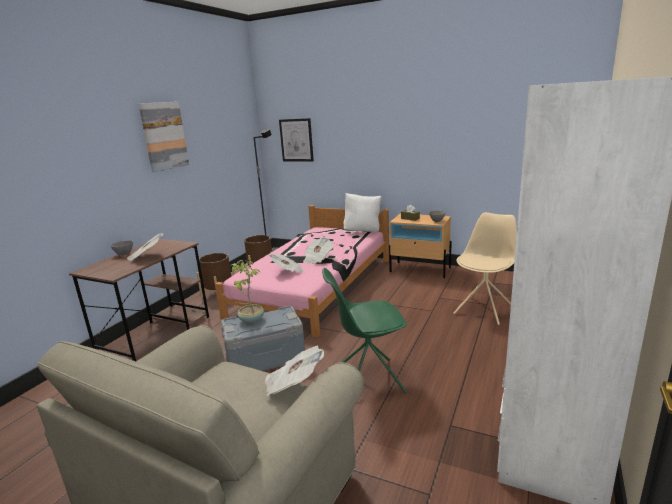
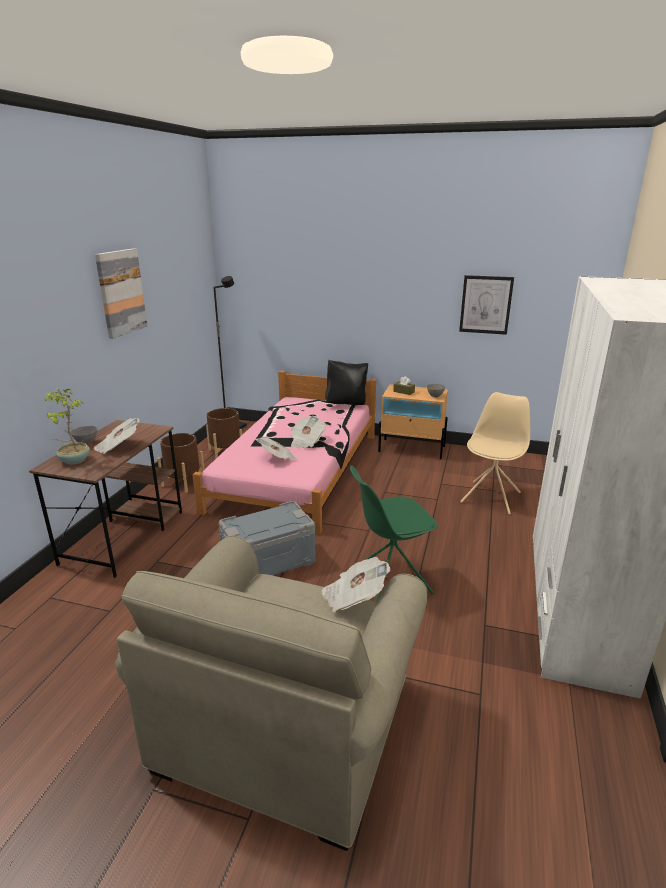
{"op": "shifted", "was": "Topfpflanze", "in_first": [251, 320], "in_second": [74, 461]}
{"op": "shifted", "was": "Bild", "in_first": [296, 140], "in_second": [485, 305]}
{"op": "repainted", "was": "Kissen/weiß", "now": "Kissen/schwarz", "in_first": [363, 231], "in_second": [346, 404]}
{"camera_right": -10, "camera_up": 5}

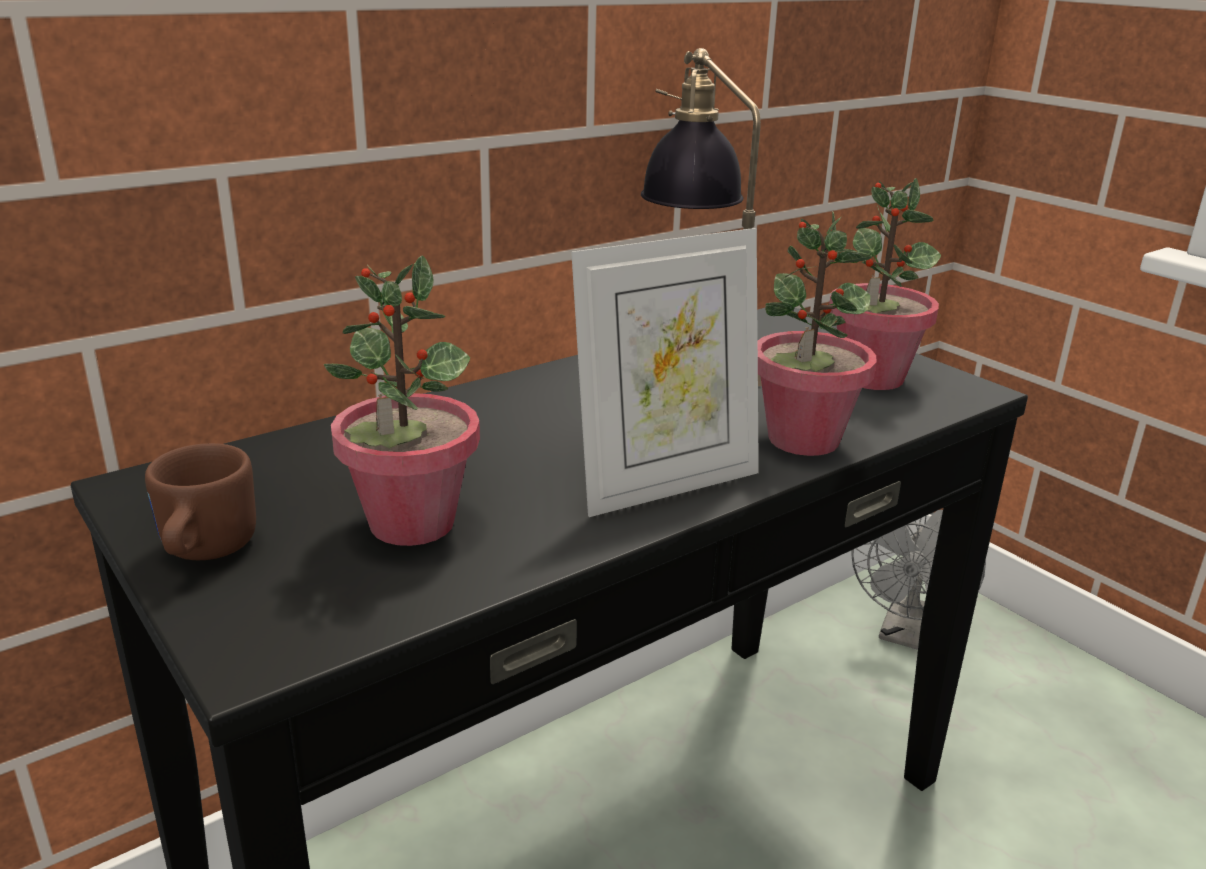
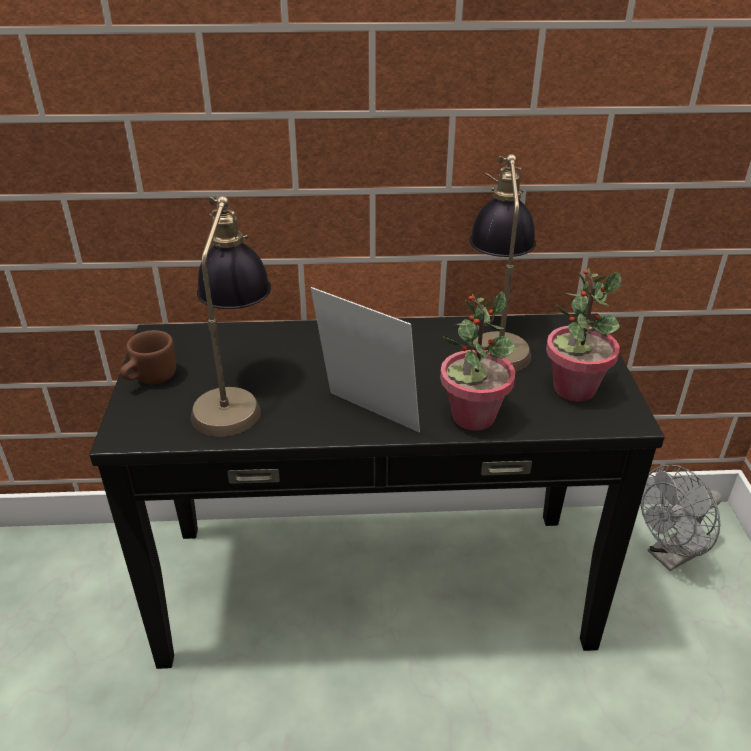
{"op": "swapped", "was": "Topfpflanze", "now": "Tischlampe", "in_first": [411, 523], "in_second": [236, 395]}
{"op": "rotated", "was": "Bilderrahmen", "in_first": [665, 485], "in_second": [367, 417], "clockwise": -150}
{"camera_right": 35, "camera_up": 10}

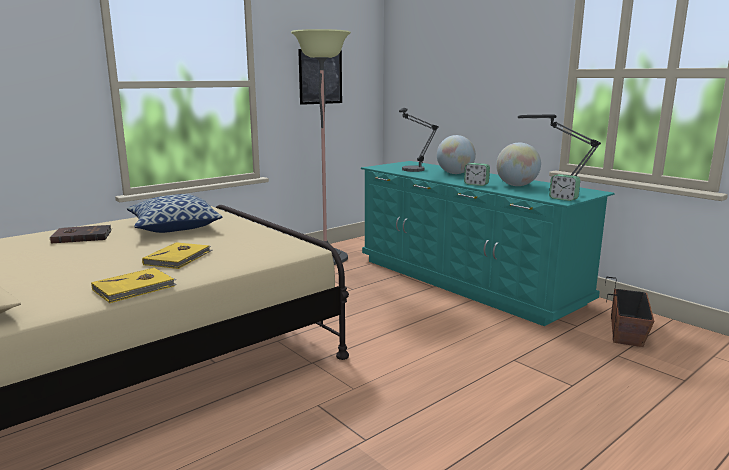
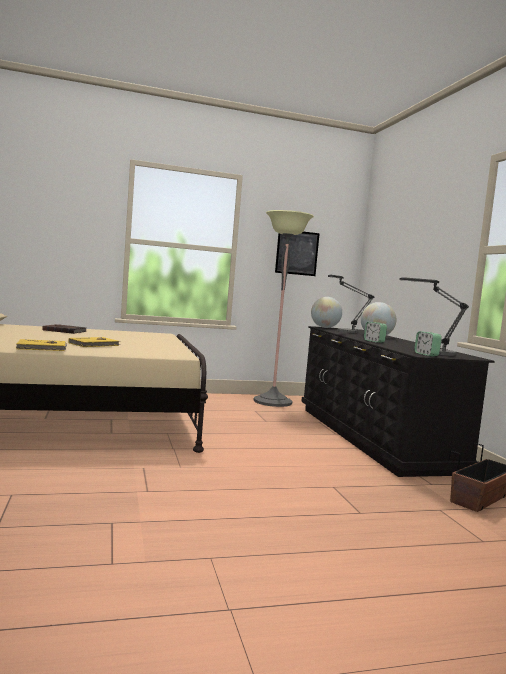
{"op": "gone", "was": "Kissen", "in_first": [174, 227]}
{"op": "shifted", "was": "Globus", "in_first": [516, 185], "in_second": [325, 327]}
{"op": "repainted", "was": "Kommode/türkis", "now": "Kommode/schwarz", "in_first": [466, 281], "in_second": [372, 437]}
{"camera_right": 25, "camera_up": -10}

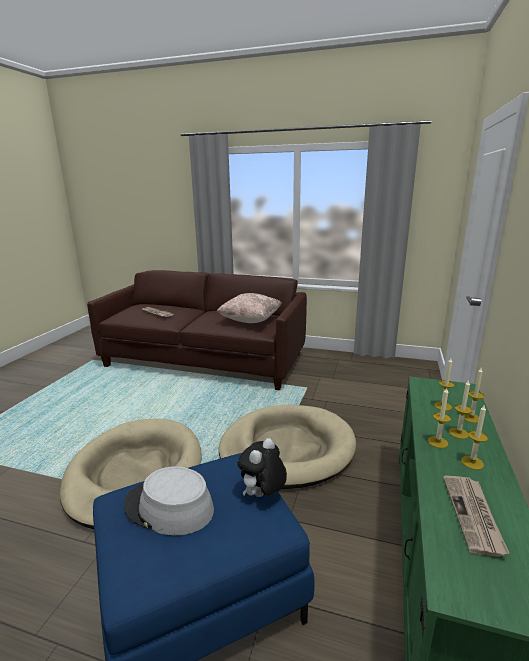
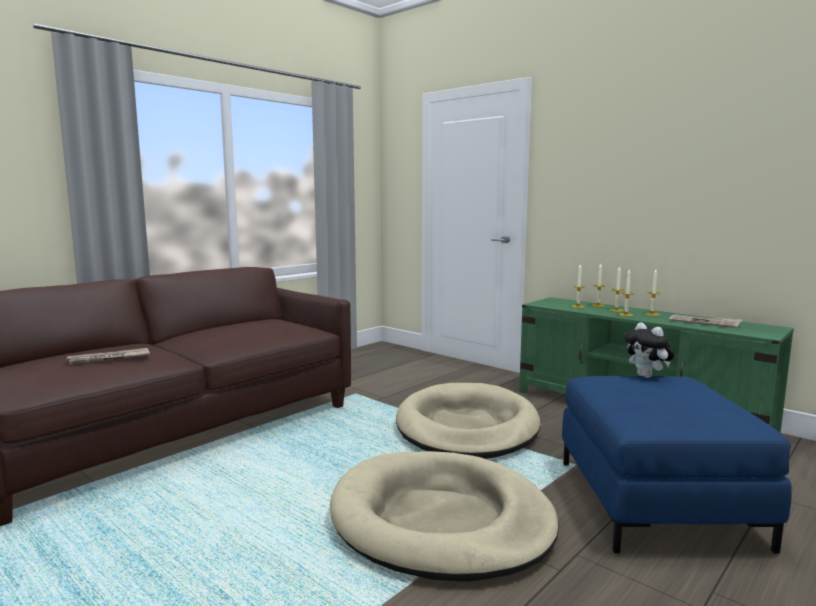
{"op": "gone", "was": "Hut/grau", "in_first": [169, 508]}
{"op": "gone", "was": "Kissen/beige", "in_first": [250, 320]}
{"camera_right": -65, "camera_up": -10}

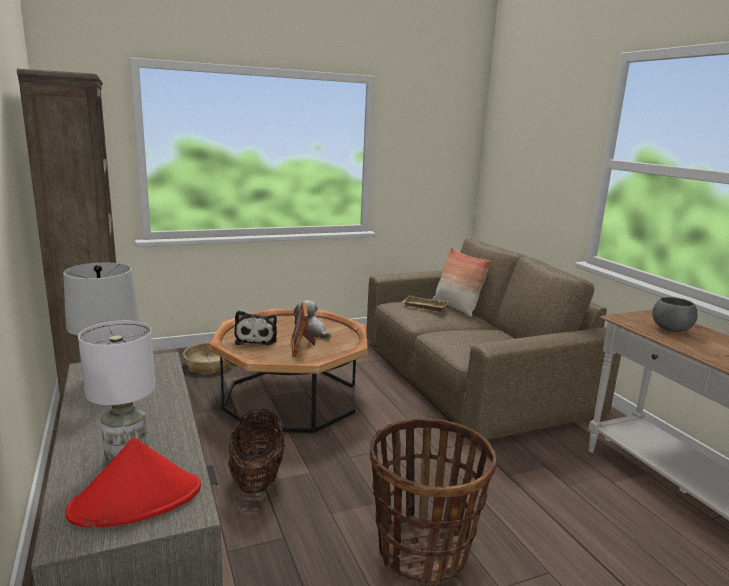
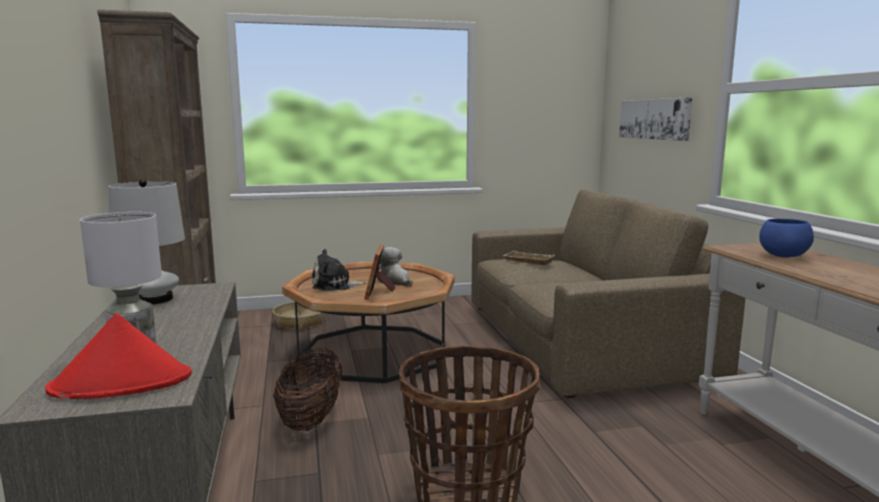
{"op": "gone", "was": "Kissen", "in_first": [456, 308]}
{"op": "new", "now": "Bild", "in_second": [654, 119]}
{"op": "repainted", "was": "Schüssel/grau", "now": "Schüssel/blau", "in_first": [671, 330], "in_second": [784, 256]}
{"op": "rotated", "was": "Plüschtier", "in_first": [256, 339], "in_second": [334, 285], "clockwise": 75}
{"camera_right": 10, "camera_up": -5}

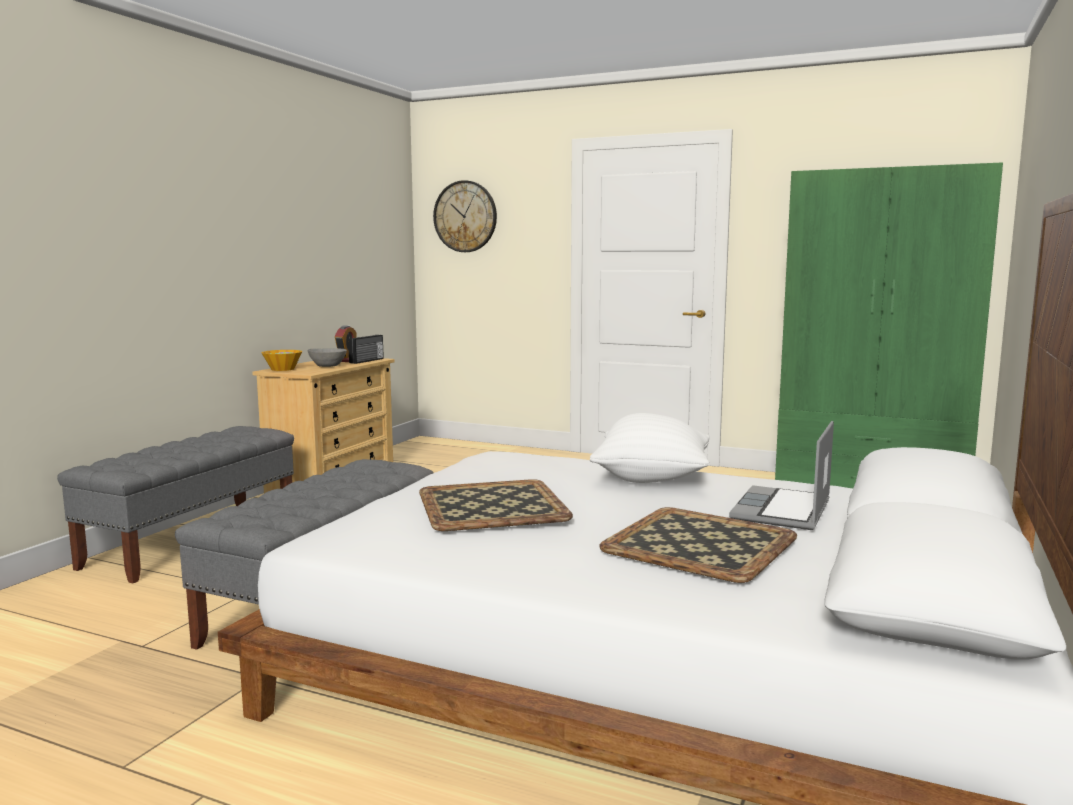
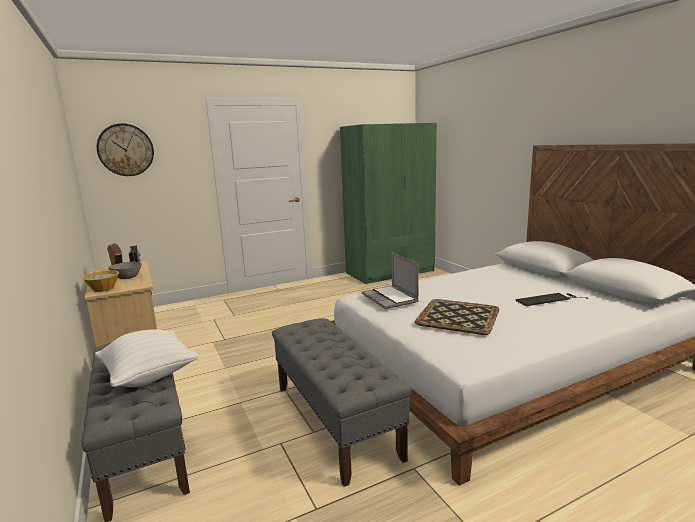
{"op": "shifted", "was": "Kissen/weiß", "in_first": [652, 479], "in_second": [149, 376]}
{"op": "shifted", "was": "Laptop", "in_first": [783, 511], "in_second": [390, 298]}
{"op": "swapped", "was": "Tablett", "now": "Tastatur", "in_first": [700, 544], "in_second": [549, 299]}
{"camera_right": -50, "camera_up": 5}

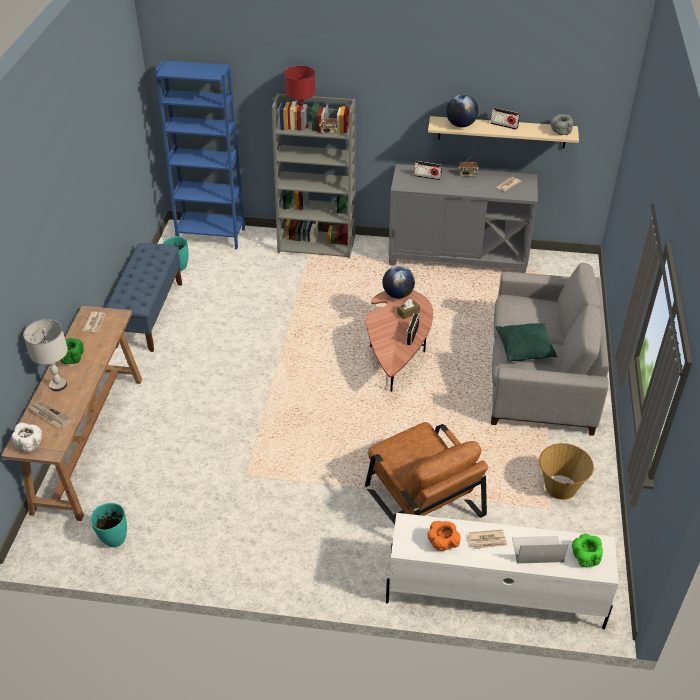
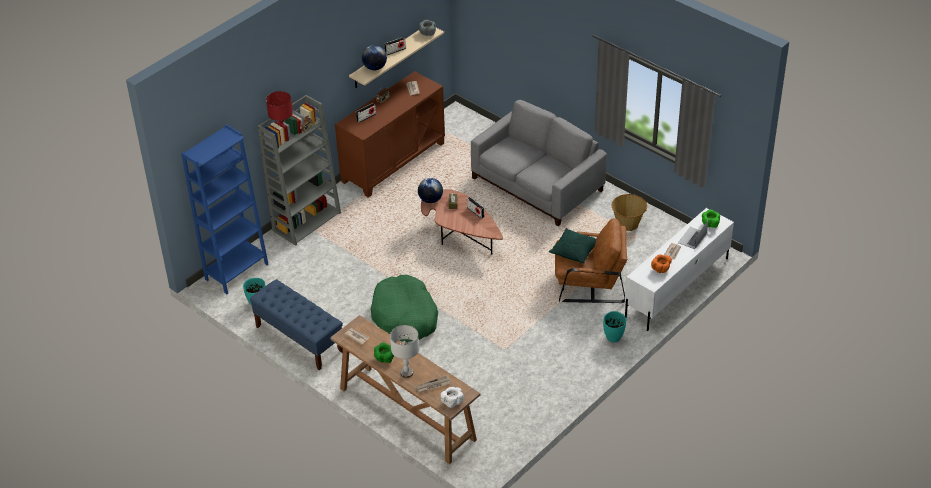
{"op": "new", "now": "Hundebett/grün", "in_second": [405, 317]}
{"op": "shifted", "was": "Vase/türkis", "in_first": [114, 540], "in_second": [613, 338]}
{"op": "shifted", "was": "Kissen/grün", "in_first": [525, 349], "in_second": [574, 251]}
{"op": "repainted", "was": "Schrank/grau", "now": "Schrank/braun", "in_first": [457, 257], "in_second": [393, 162]}
{"camera_right": -55, "camera_up": 0}

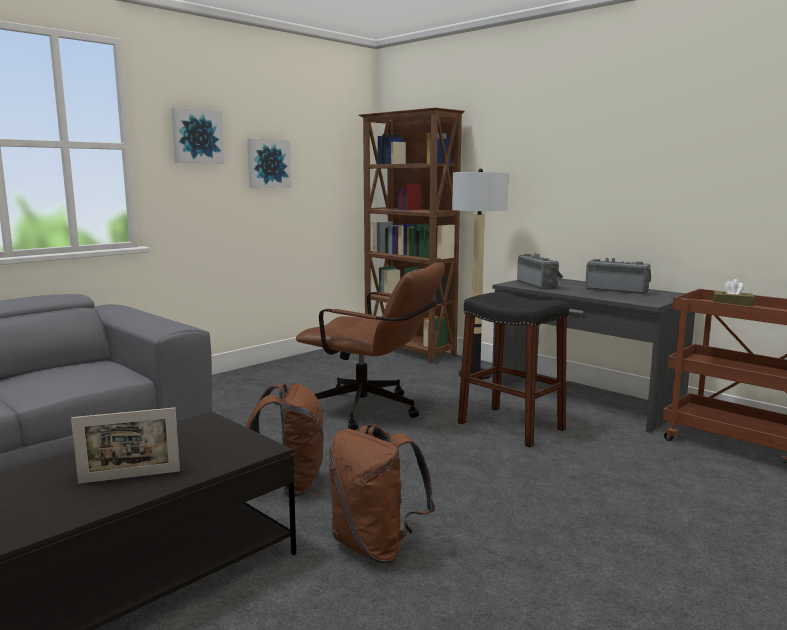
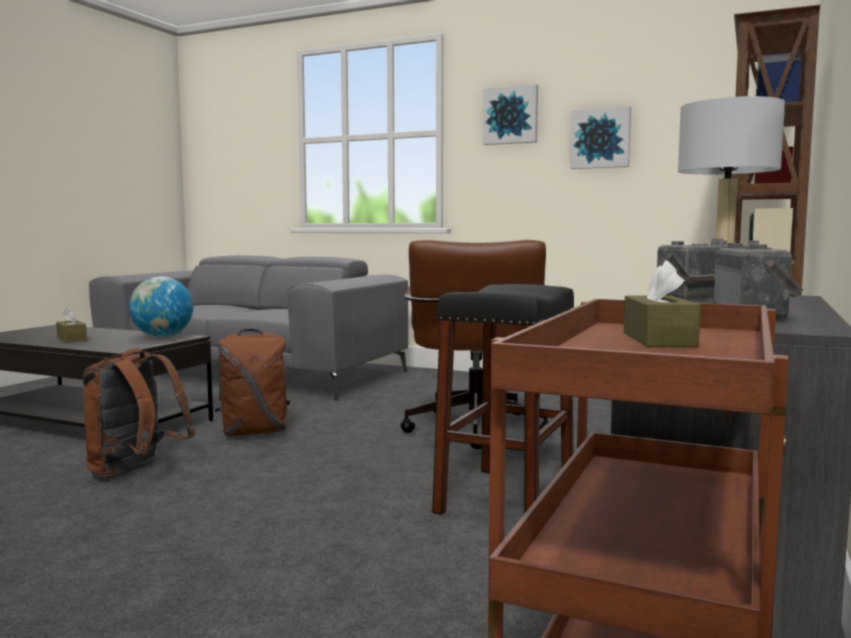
{"op": "new", "now": "Globus", "in_second": [162, 337]}
{"op": "swapped", "was": "Bilderrahmen", "now": "Taschentuchbox/braun", "in_first": [130, 477], "in_second": [71, 339]}
{"camera_right": 70, "camera_up": -5}

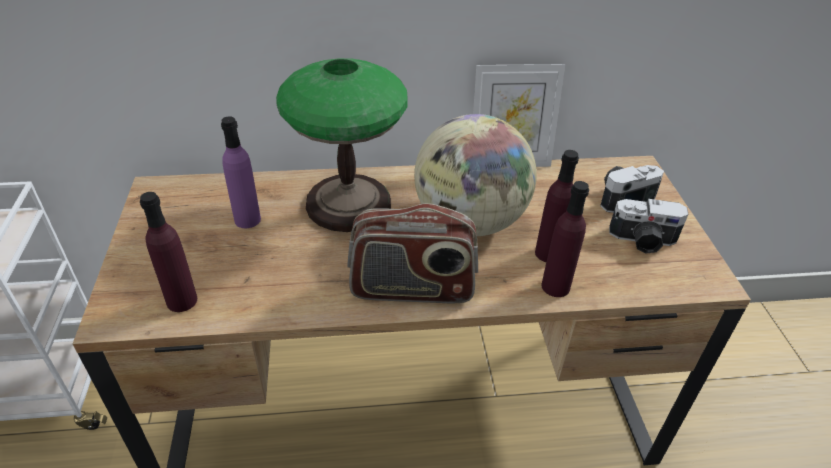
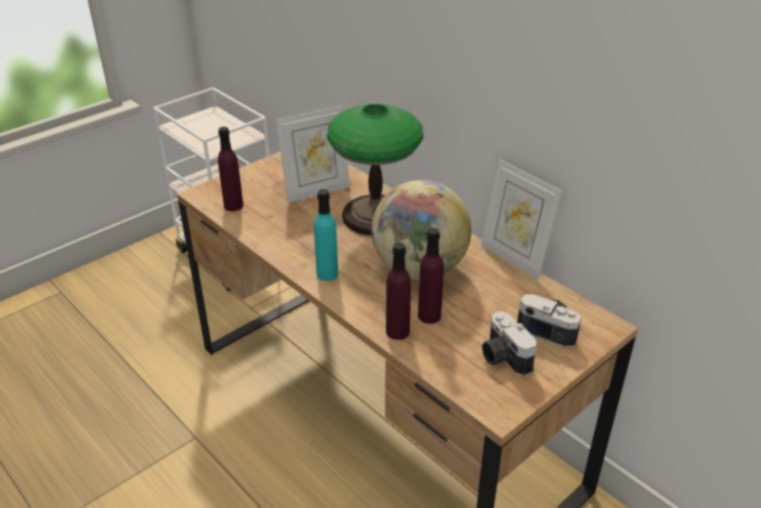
{"op": "swapped", "was": "Flasche/lila", "now": "Bilderrahmen", "in_first": [247, 220], "in_second": [316, 191]}
{"op": "swapped", "was": "Radio", "now": "Flasche/türkis", "in_first": [412, 288], "in_second": [327, 274]}
{"camera_right": 55, "camera_up": -5}

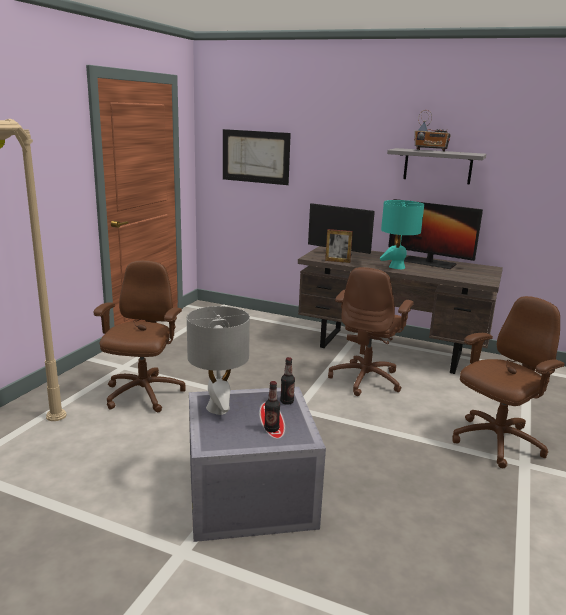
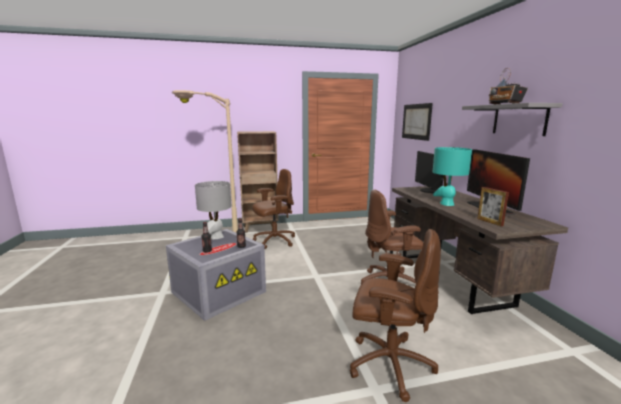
{"op": "new", "now": "Bücherregal/braun", "in_second": [260, 228]}
{"op": "shifted", "was": "Bilderrahmen", "in_first": [337, 261], "in_second": [490, 222]}
{"camera_right": 55, "camera_up": -5}

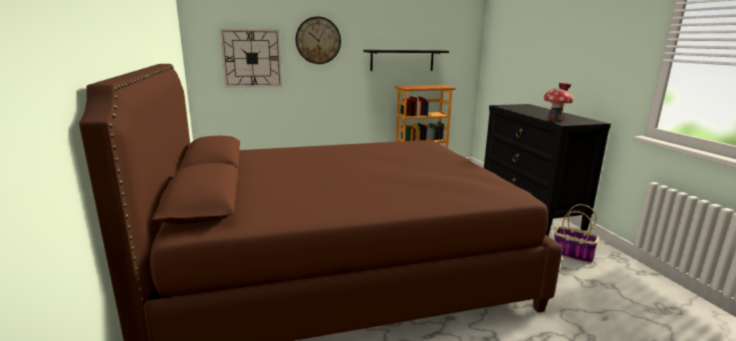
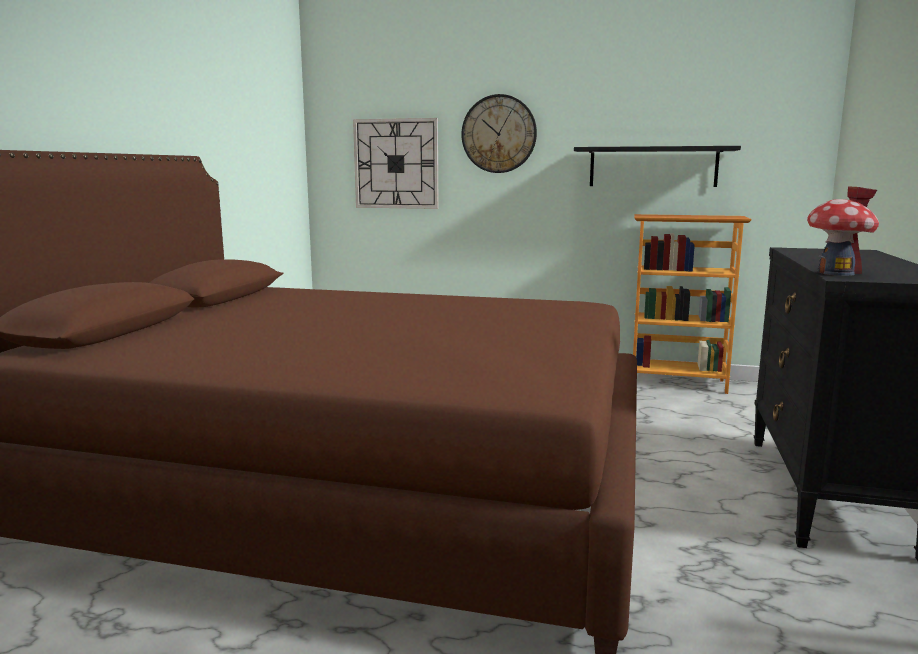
{"op": "gone", "was": "Korb", "in_first": [571, 254]}
{"camera_right": 30, "camera_up": -5}

